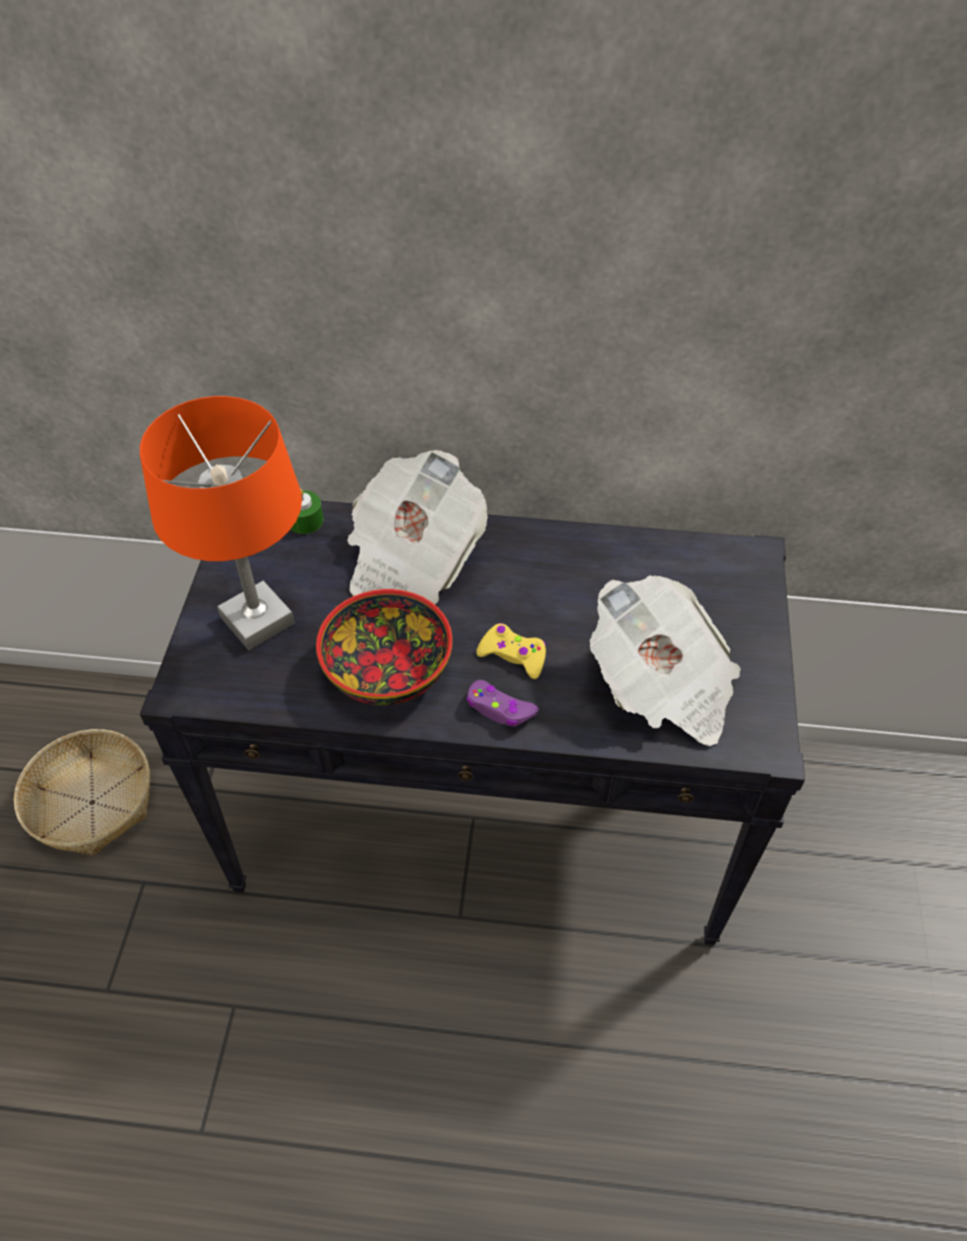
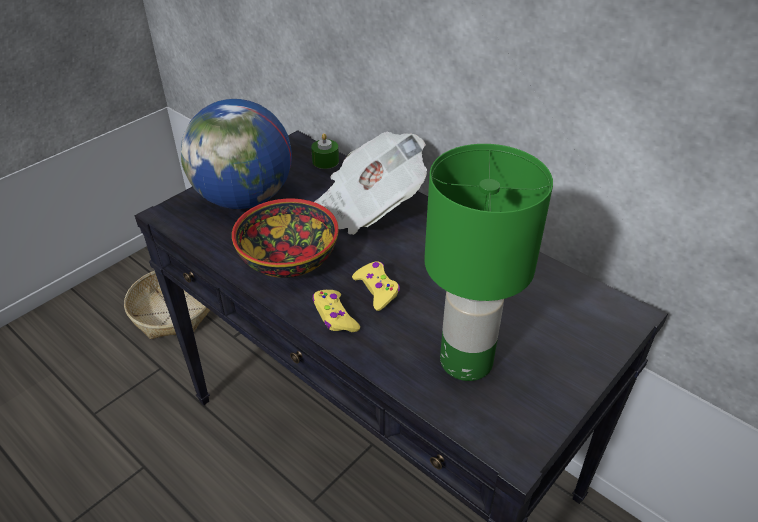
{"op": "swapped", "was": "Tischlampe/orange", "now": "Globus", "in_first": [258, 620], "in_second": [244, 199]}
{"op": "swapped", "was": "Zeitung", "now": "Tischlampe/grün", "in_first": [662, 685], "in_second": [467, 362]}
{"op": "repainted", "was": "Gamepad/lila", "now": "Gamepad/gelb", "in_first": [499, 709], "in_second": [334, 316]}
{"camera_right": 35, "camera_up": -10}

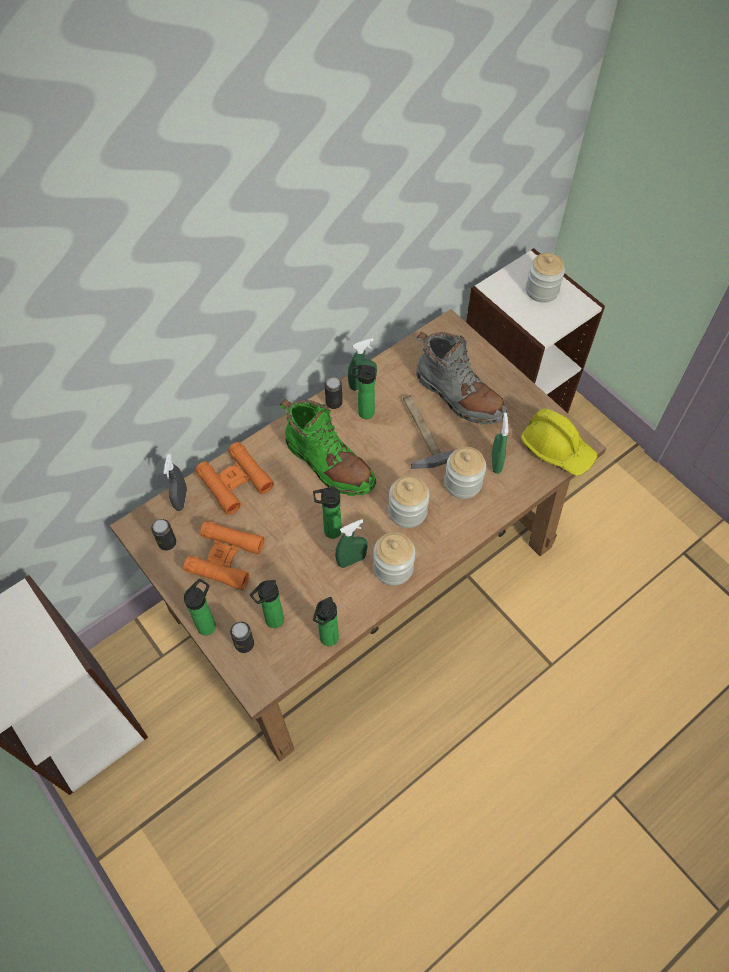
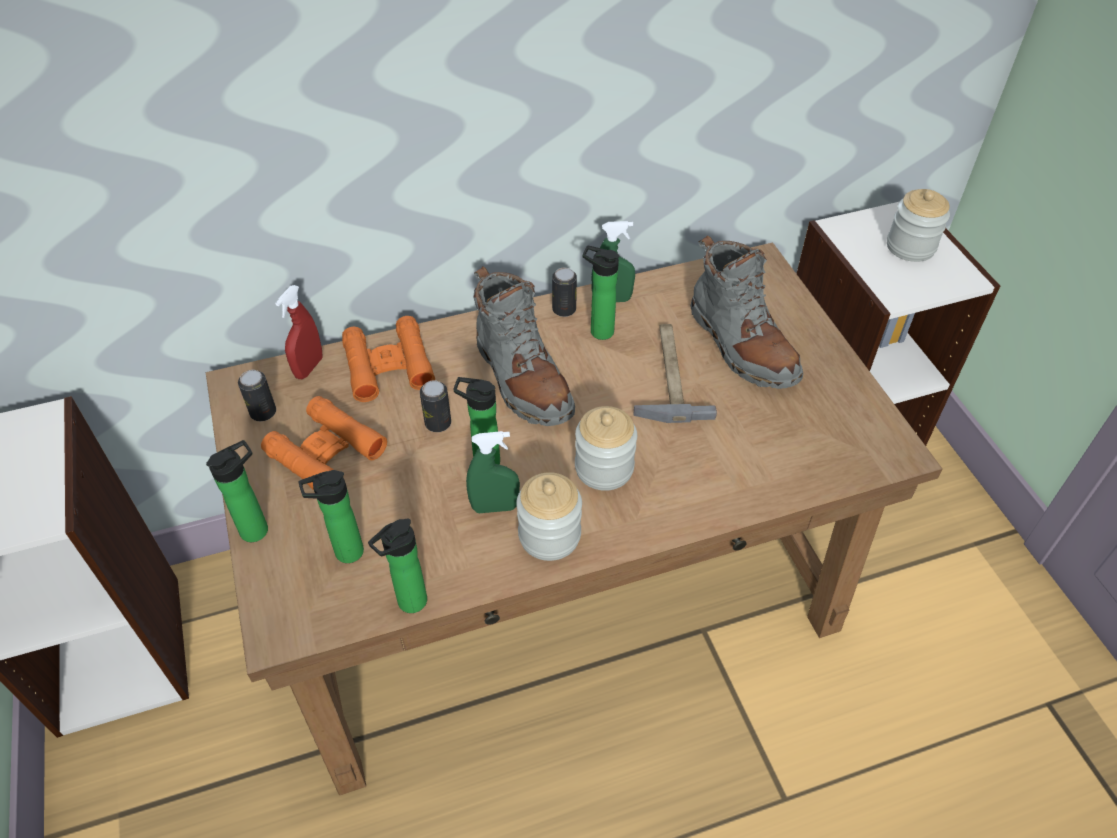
{"op": "gone", "was": "Vorratsglas", "in_first": [462, 483]}
{"op": "gone", "was": "Sprühflasche/grün", "in_first": [496, 463]}
{"op": "gone", "was": "Schutzhelm/gelb", "in_first": [557, 449]}
{"op": "shifted", "was": "Dose", "in_first": [244, 644], "in_second": [438, 423]}
{"op": "repainted", "was": "Sprühflasche/grau", "now": "Sprühflasche/rot", "in_first": [181, 499], "in_second": [309, 367]}
{"op": "repainted", "was": "Stiefel/grün", "now": "Stiefel/grau", "in_first": [328, 464], "in_second": [522, 379]}
{"camera_right": 20, "camera_up": -10}

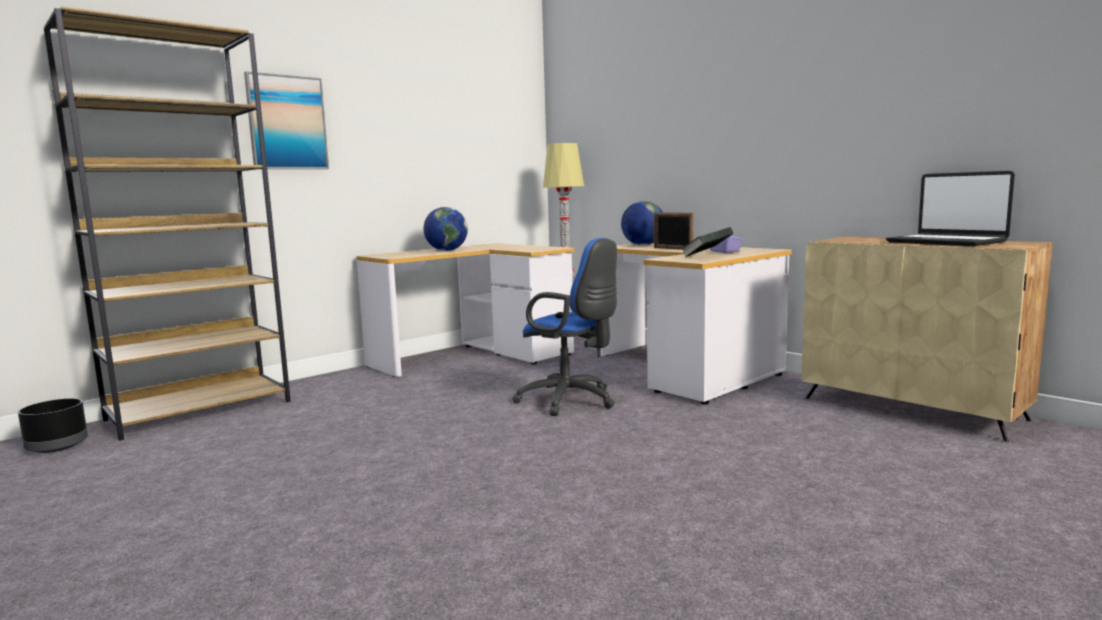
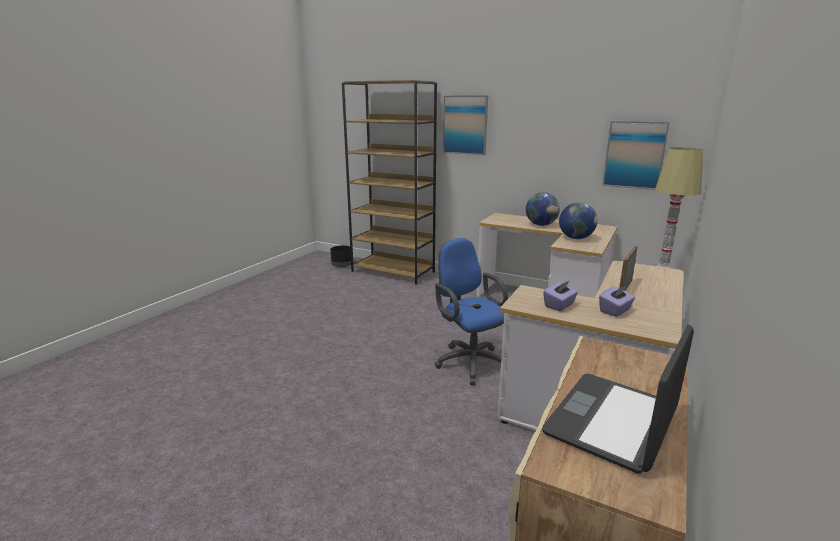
{"op": "new", "now": "Bild", "in_second": [634, 155]}
{"op": "shifted", "was": "Globus", "in_first": [643, 245], "in_second": [576, 238]}
{"op": "swapped", "was": "Buch", "now": "Taschentuchbox/lila", "in_first": [706, 256], "in_second": [559, 305]}
{"op": "rotated", "was": "Bürostuhl/blau", "in_first": [571, 401], "in_second": [469, 361], "clockwise": 135}
{"camera_right": 70, "camera_up": 10}

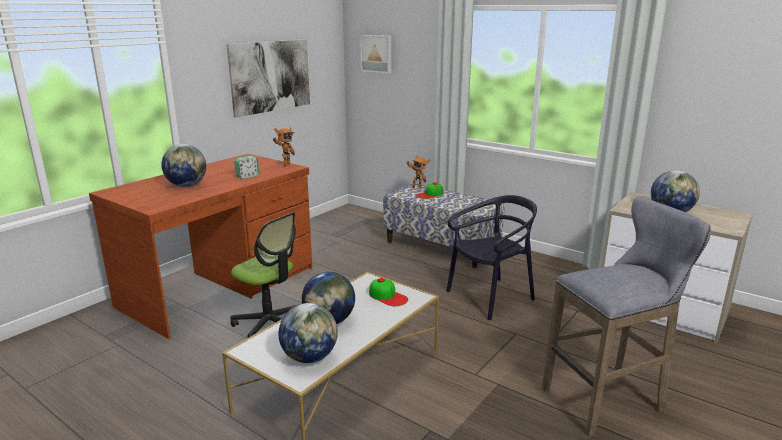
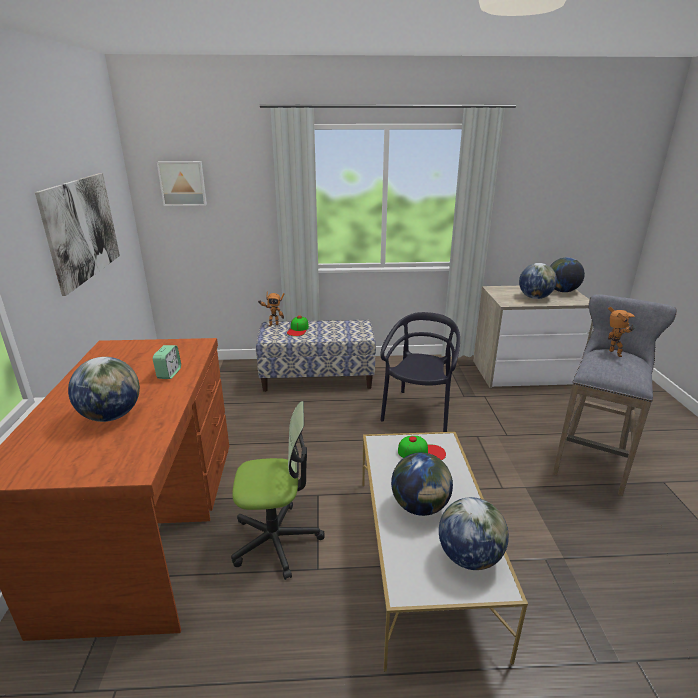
{"op": "new", "now": "Globus", "in_second": [561, 291]}
{"op": "shifted", "was": "Spielzeugroboter", "in_first": [285, 164], "in_second": [613, 354]}
{"camera_right": -40, "camera_up": 5}

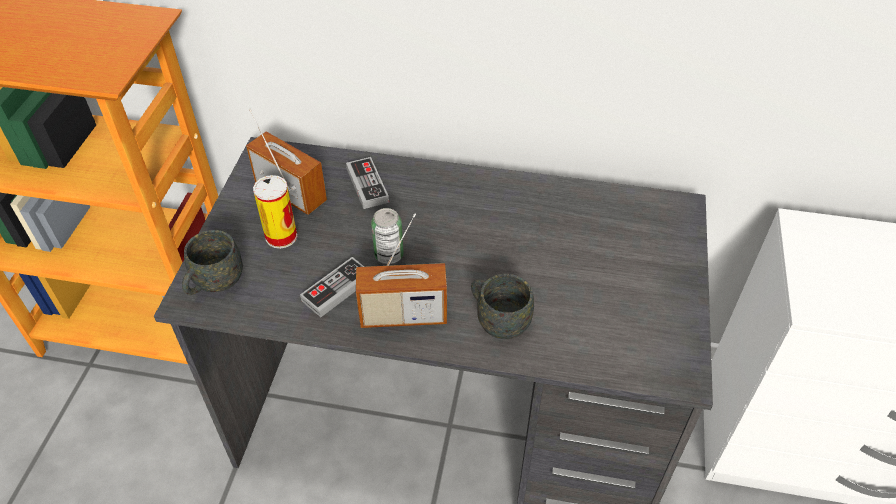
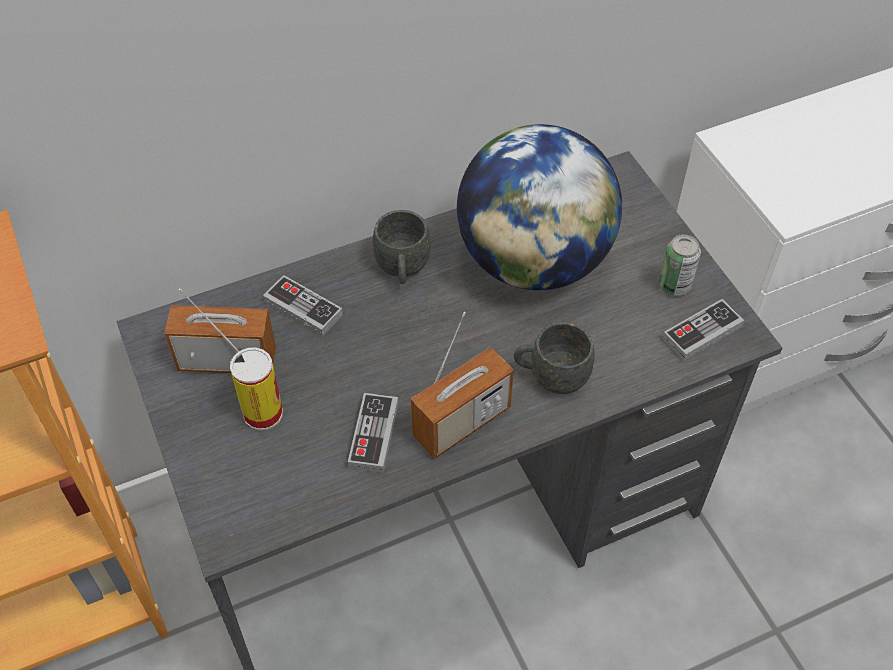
{"op": "new", "now": "Globus", "in_second": [533, 261]}
{"op": "new", "now": "Gamepad", "in_second": [702, 332]}
{"op": "shifted", "was": "Henkelbecher/grau", "in_first": [214, 284], "in_second": [402, 269]}
{"op": "shifted", "was": "Dose", "in_first": [389, 255], "in_second": [674, 285]}
{"camera_right": -35, "camera_up": 5}

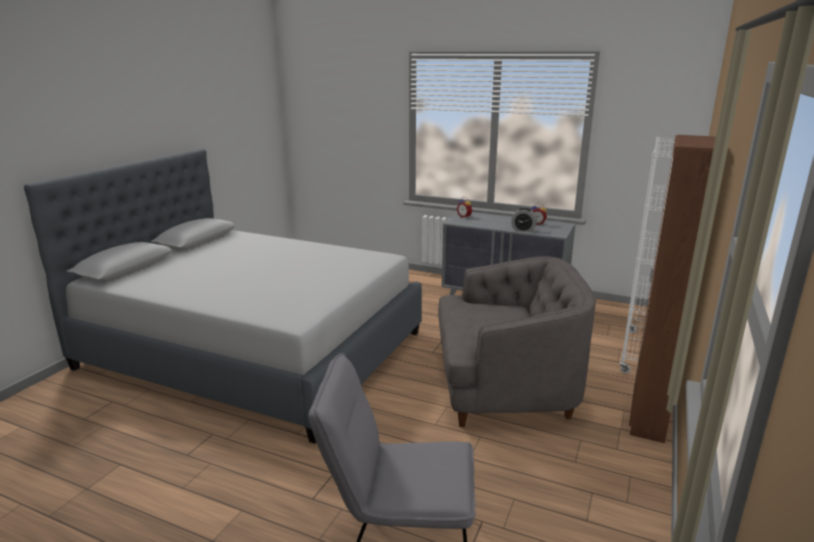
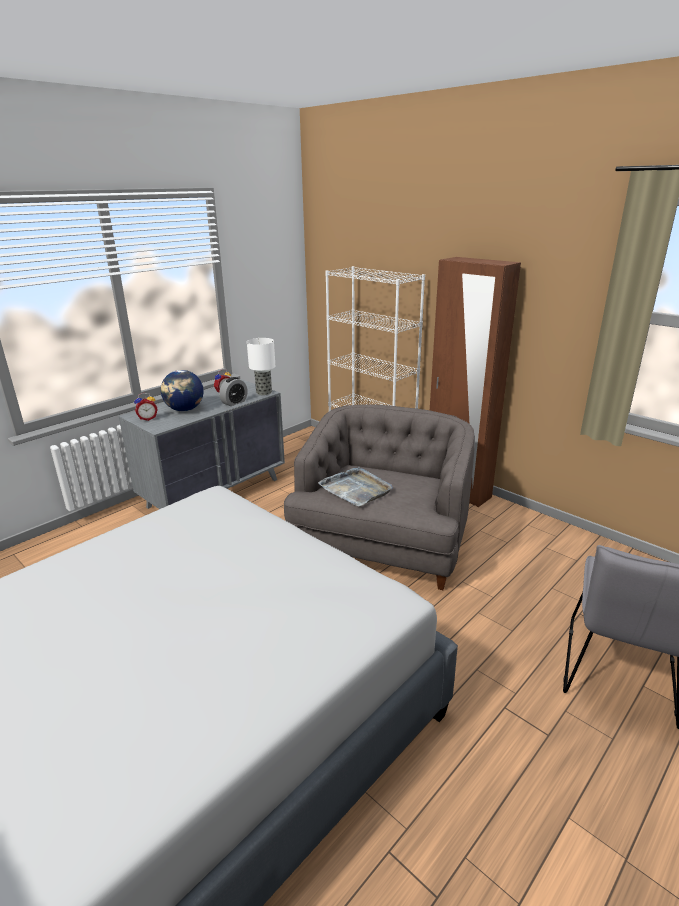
{"op": "new", "now": "Globus", "in_second": [185, 410]}
{"op": "new", "now": "Tischlampe", "in_second": [263, 392]}
{"op": "new", "now": "Tablett/grau", "in_second": [356, 489]}
{"camera_right": -70, "camera_up": 5}

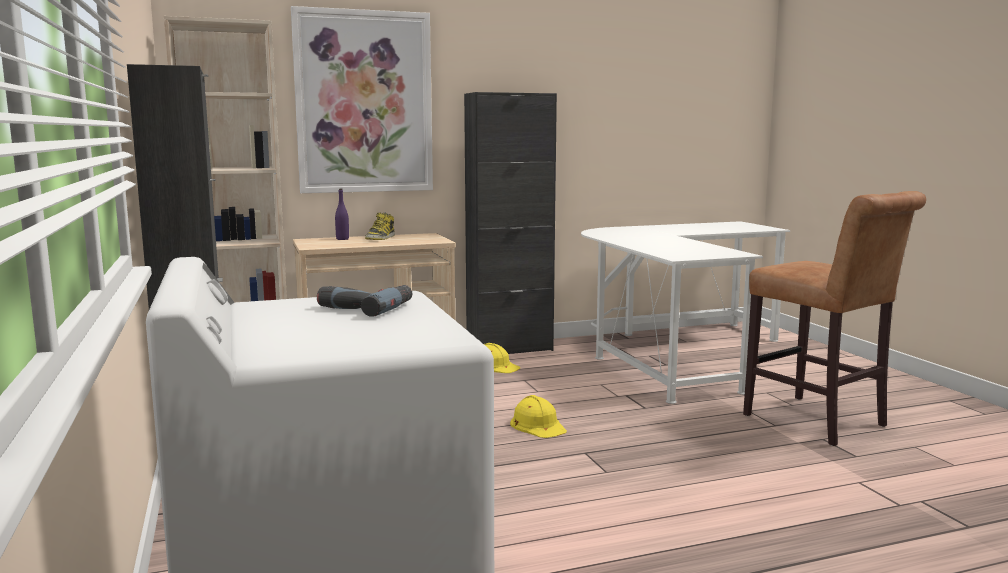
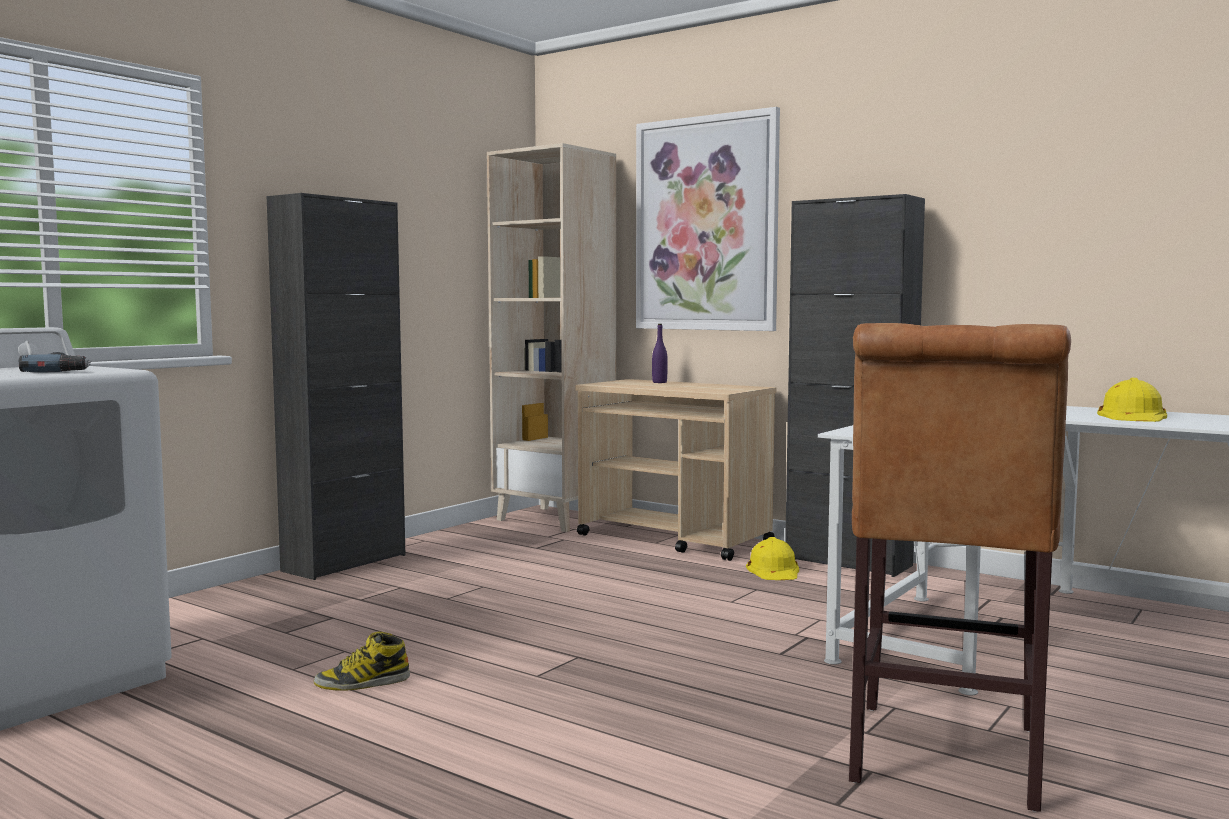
{"op": "shifted", "was": "Stiefel", "in_first": [380, 238], "in_second": [362, 683]}
{"op": "shifted", "was": "Schutzhelm/gelb", "in_first": [538, 425], "in_second": [1133, 416]}
{"camera_right": 55, "camera_up": -5}

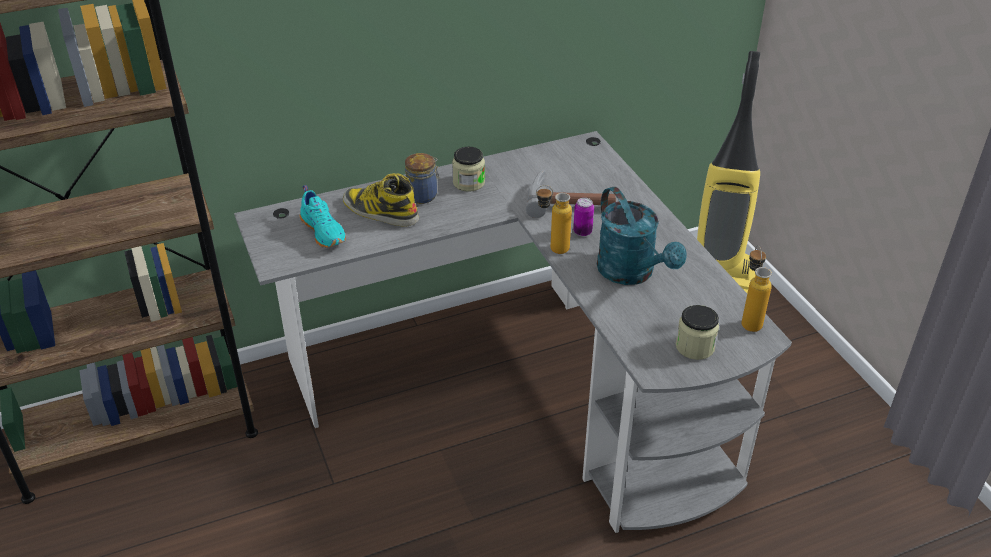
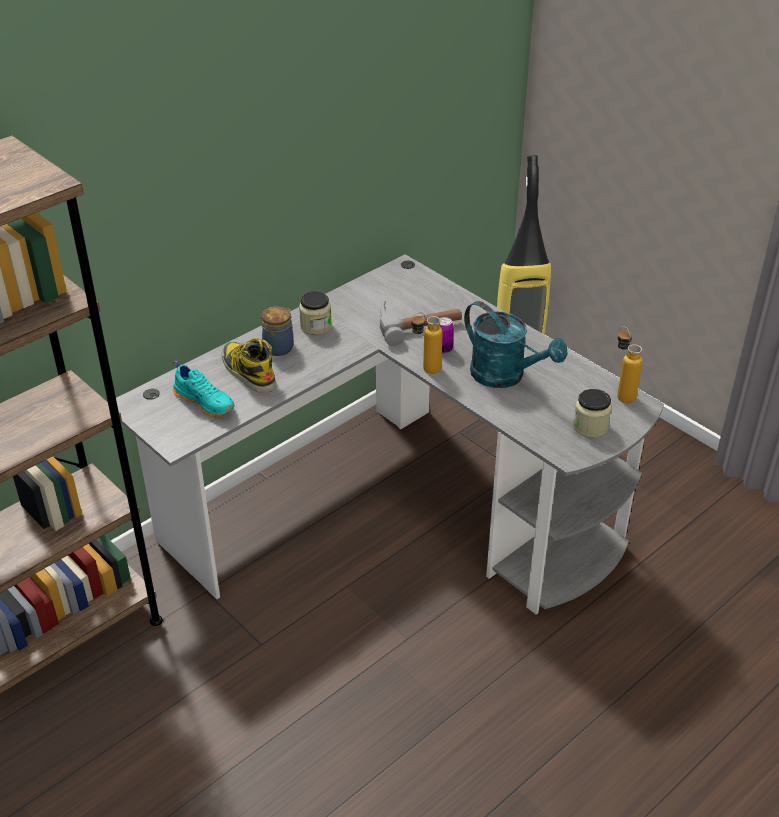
{"op": "rotated", "was": "Stiefel", "in_first": [380, 212], "in_second": [247, 371], "clockwise": 45}
{"camera_right": -20, "camera_up": 0}

